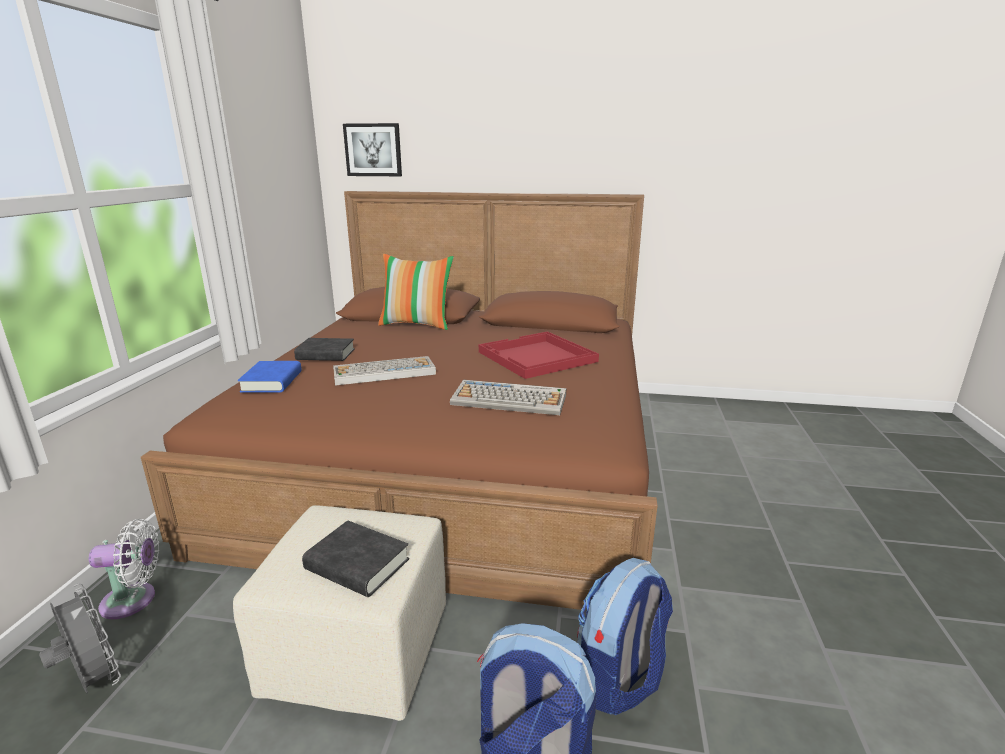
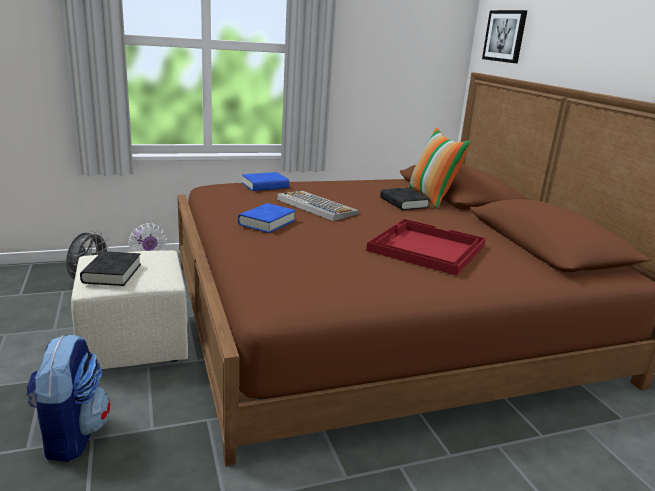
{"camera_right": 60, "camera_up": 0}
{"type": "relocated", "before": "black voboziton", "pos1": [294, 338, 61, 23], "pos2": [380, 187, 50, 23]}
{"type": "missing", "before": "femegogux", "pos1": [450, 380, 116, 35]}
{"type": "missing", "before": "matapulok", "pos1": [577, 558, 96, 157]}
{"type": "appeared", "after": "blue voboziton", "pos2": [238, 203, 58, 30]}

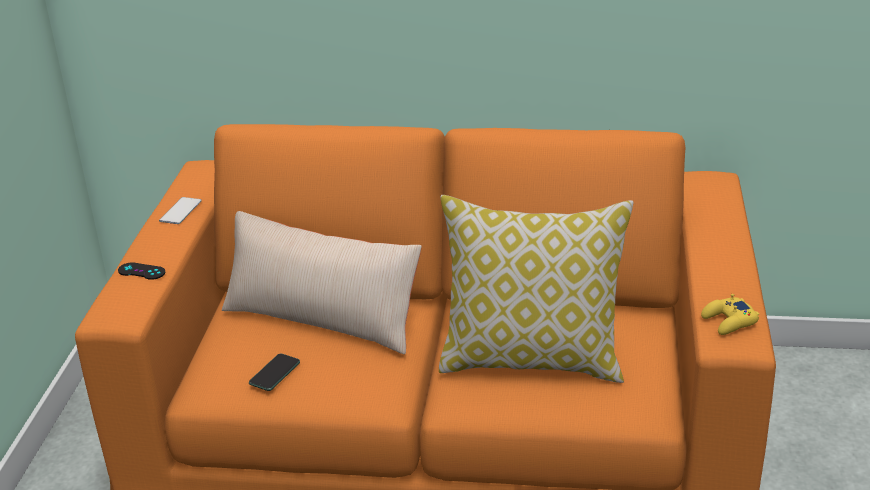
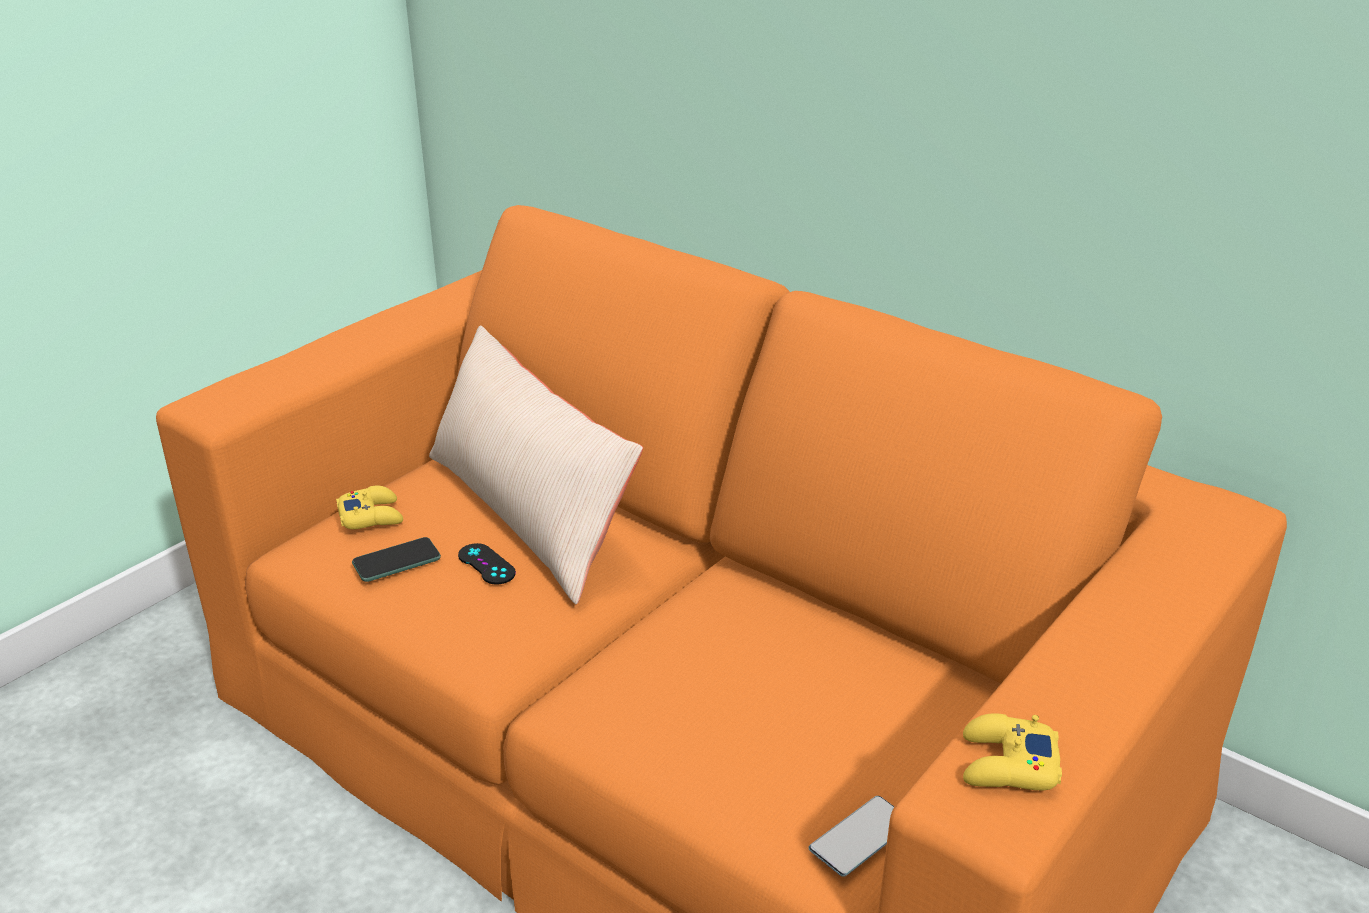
{"camera_right": 30, "camera_up": 0}
{"type": "relocated", "before": "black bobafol", "pos1": [118, 262, 47, 18], "pos2": [458, 543, 58, 41]}
{"type": "relocated", "before": "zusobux", "pos1": [159, 197, 43, 27], "pos2": [809, 796, 85, 81]}
{"type": "missing", "before": "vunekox", "pos1": [439, 195, 195, 188]}
{"type": "appeared", "after": "yellow bobafol", "pos2": [336, 486, 67, 43]}

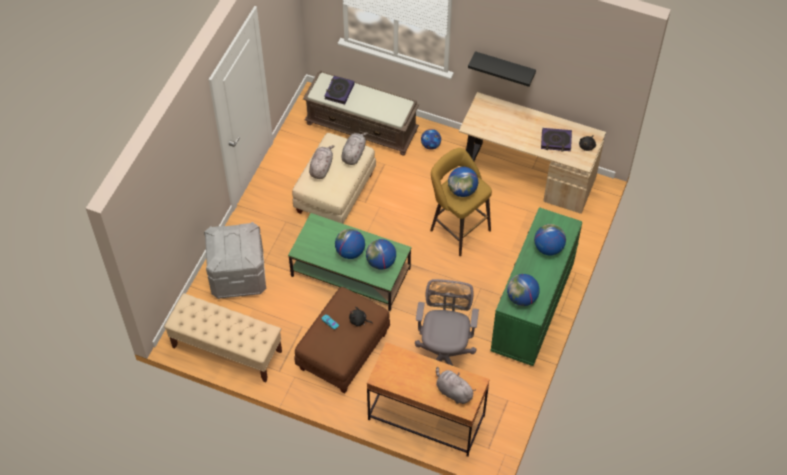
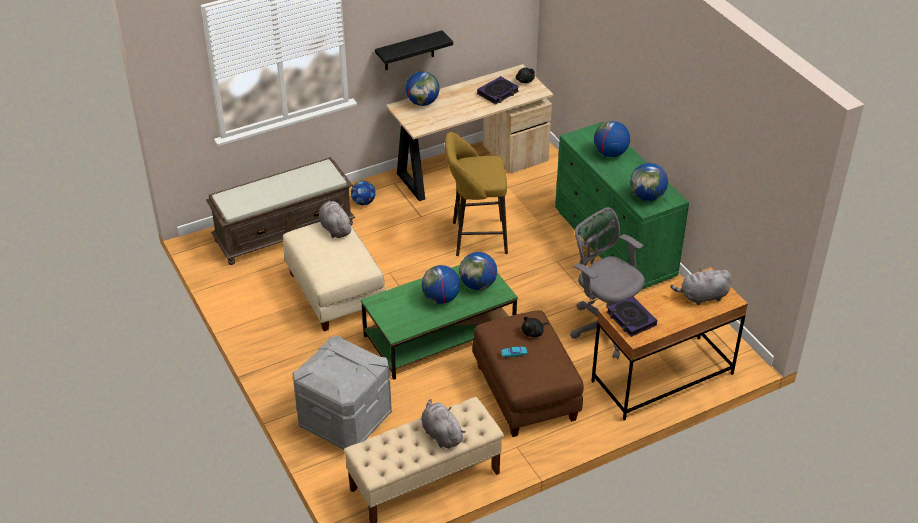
{"camera_right": -50, "camera_up": -15}
{"type": "relocated", "before": "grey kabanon", "pos1": [309, 145, 25, 34], "pos2": [421, 399, 45, 49]}
{"type": "relocated", "before": "voboziton", "pos1": [324, 76, 30, 29], "pos2": [607, 296, 50, 41]}
{"type": "relocated", "before": "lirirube", "pos1": [448, 167, 30, 30], "pos2": [406, 72, 34, 34]}

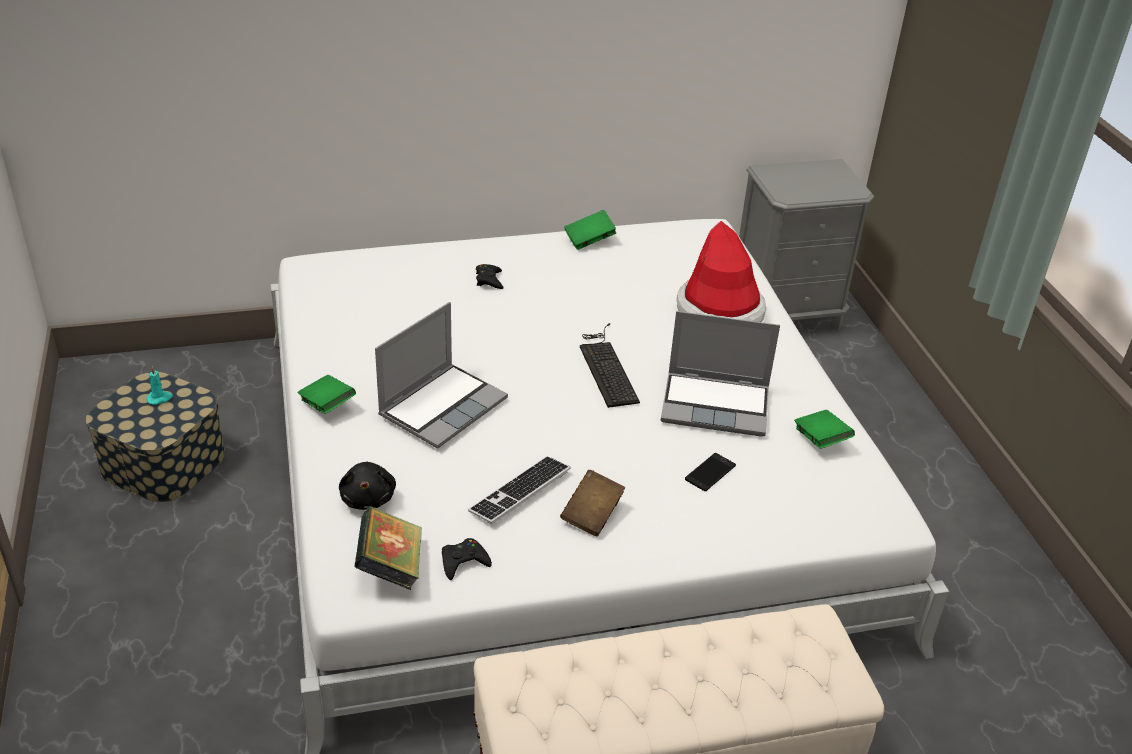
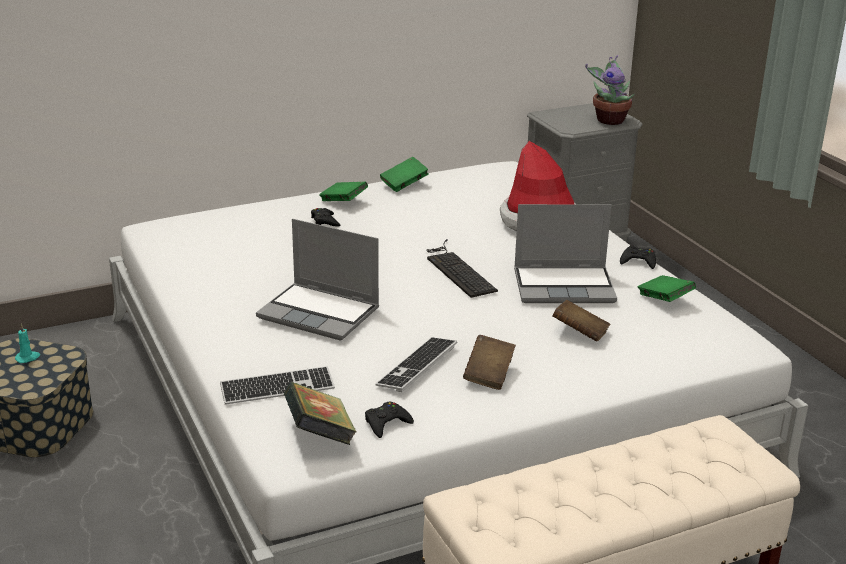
{"camera_right": -10, "camera_up": -10}
{"type": "relocated", "before": "green voboziton", "pos1": [298, 375, 58, 39], "pos2": [319, 182, 49, 19]}
{"type": "exchanged", "before": "black kabanon", "after": "femegogux", "pos1": [339, 462, 57, 48], "pos2": [220, 366, 115, 39]}
{"type": "spun", "before": "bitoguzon", "pos1": [375, 302, 133, 147], "pos2": [256, 219, 123, 122], "turn": 90}
{"type": "exchanged", "before": "zusobux", "after": "brown voboziton", "pos1": [685, 453, 51, 38], "pos2": [552, 300, 59, 42]}
{"type": "appeared", "after": "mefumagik", "pos2": [585, 55, 50, 70]}
{"type": "appeared", "after": "black bobafol", "pos2": [620, 245, 36, 24]}

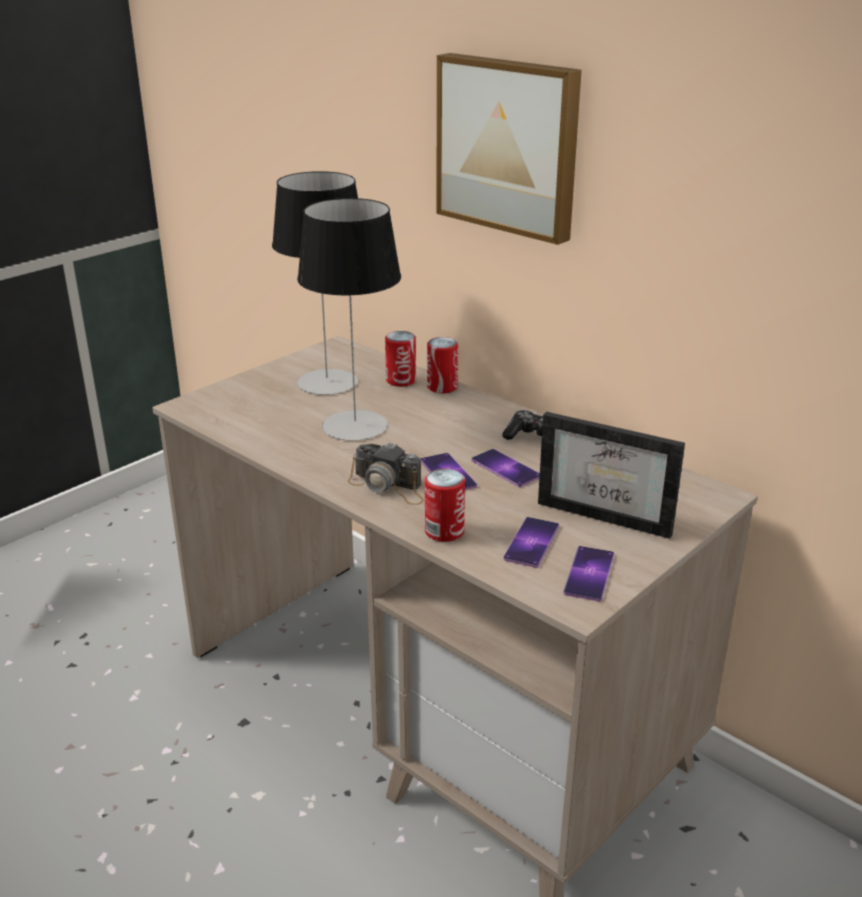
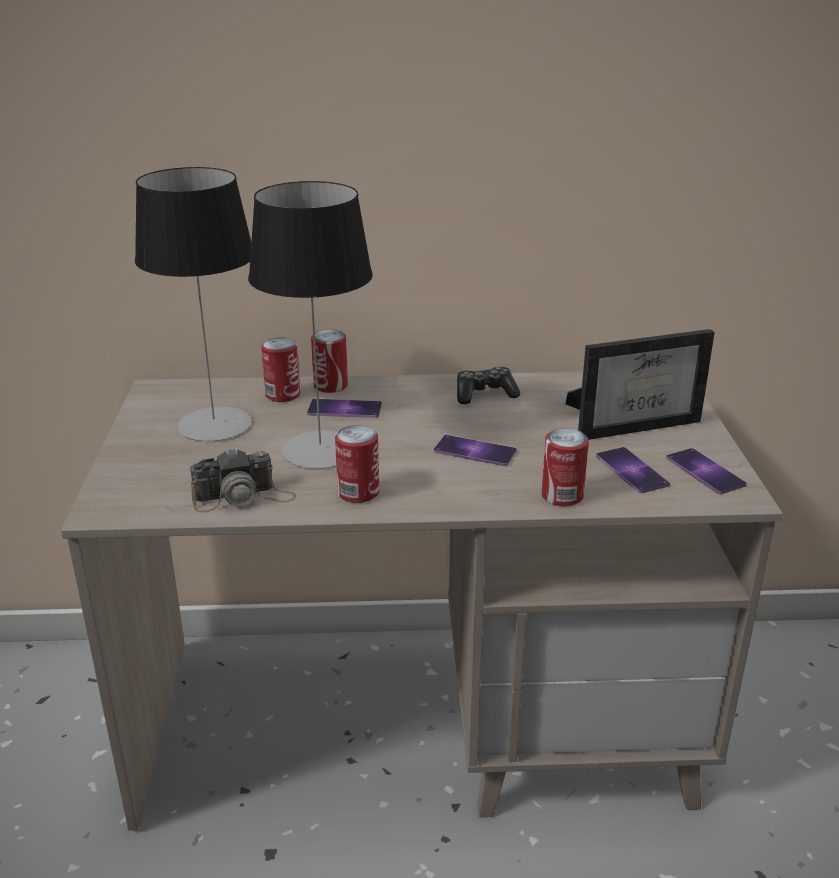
{"camera_right": -45, "camera_up": 0}
{"type": "relocated", "before": "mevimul", "pos1": [347, 442, 77, 63], "pos2": [190, 447, 106, 65]}
{"type": "missing", "before": "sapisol", "pos1": [436, 53, 146, 192]}
{"type": "relocated", "before": "zusobux", "pos1": [471, 449, 69, 38], "pos2": [307, 399, 75, 19]}
{"type": "appeared", "after": "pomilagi", "pos2": [335, 425, 44, 78]}

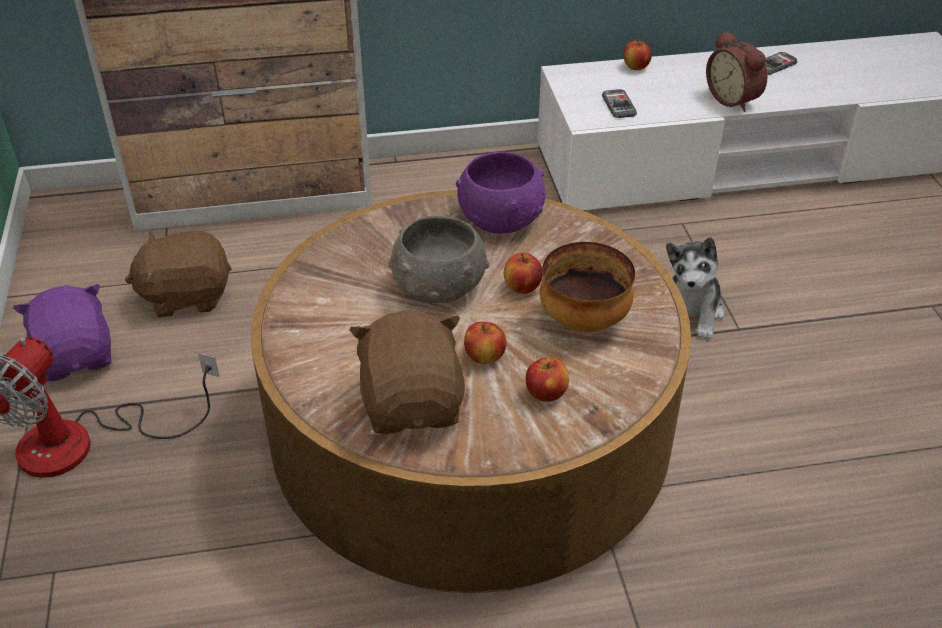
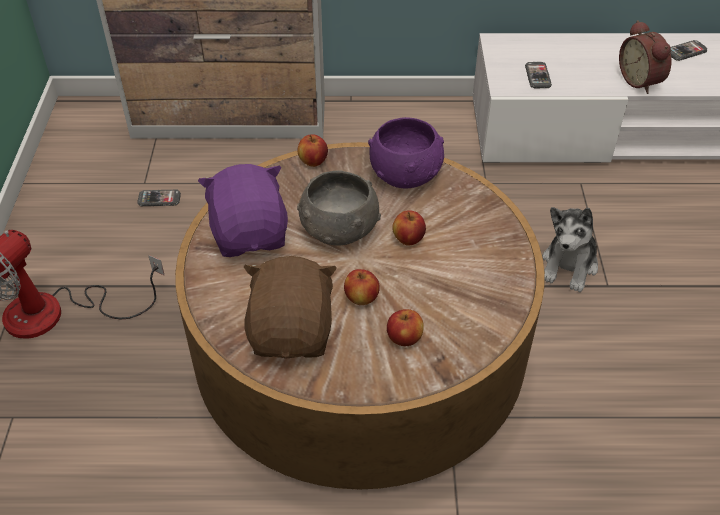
{"camera_right": 10, "camera_up": 5}
{"type": "relocated", "before": "purple kabanon", "pos1": [13, 284, 99, 97], "pos2": [198, 164, 90, 93]}
{"type": "exchanged", "before": "brown kabanon", "after": "zusobux", "pos1": [125, 231, 107, 87], "pos2": [137, 190, 44, 16]}
{"type": "missing", "before": "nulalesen", "pos1": [540, 242, 95, 90]}
{"type": "relocated", "before": "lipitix", "pos1": [624, 39, 28, 31], "pos2": [298, 134, 30, 33]}

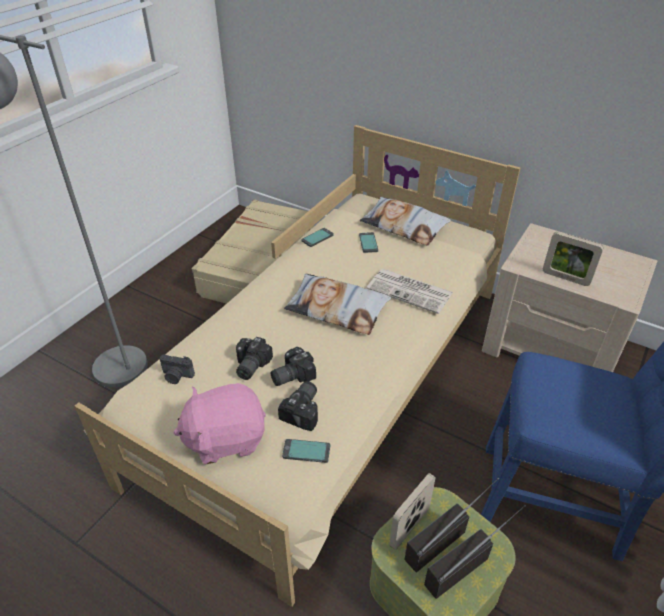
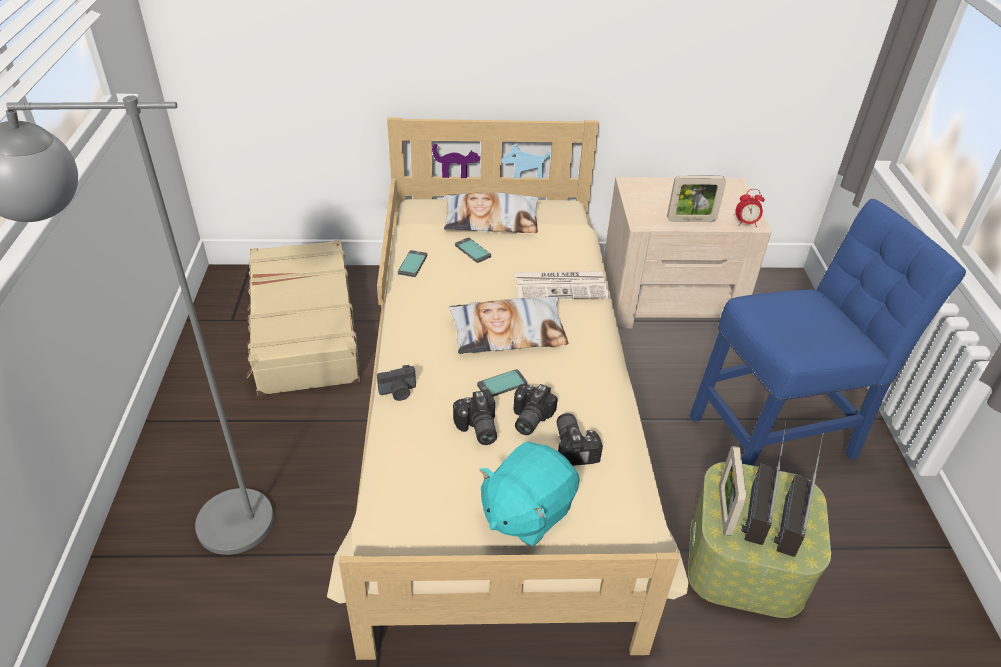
{"camera_right": -35, "camera_up": 0}
{"type": "relocated", "before": "mevimul", "pos1": [160, 354, 35, 30], "pos2": [377, 365, 39, 36]}
{"type": "colour", "before": "pink kabanon", "after": "turquoise kabanon", "pos1": [173, 383, 93, 82], "pos2": [479, 442, 101, 105]}
{"type": "relocated", "before": "zusobux", "pos1": [282, 439, 48, 24], "pos2": [477, 369, 50, 28]}
{"type": "appeared", "after": "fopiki", "pos2": [735, 189, 30, 38]}

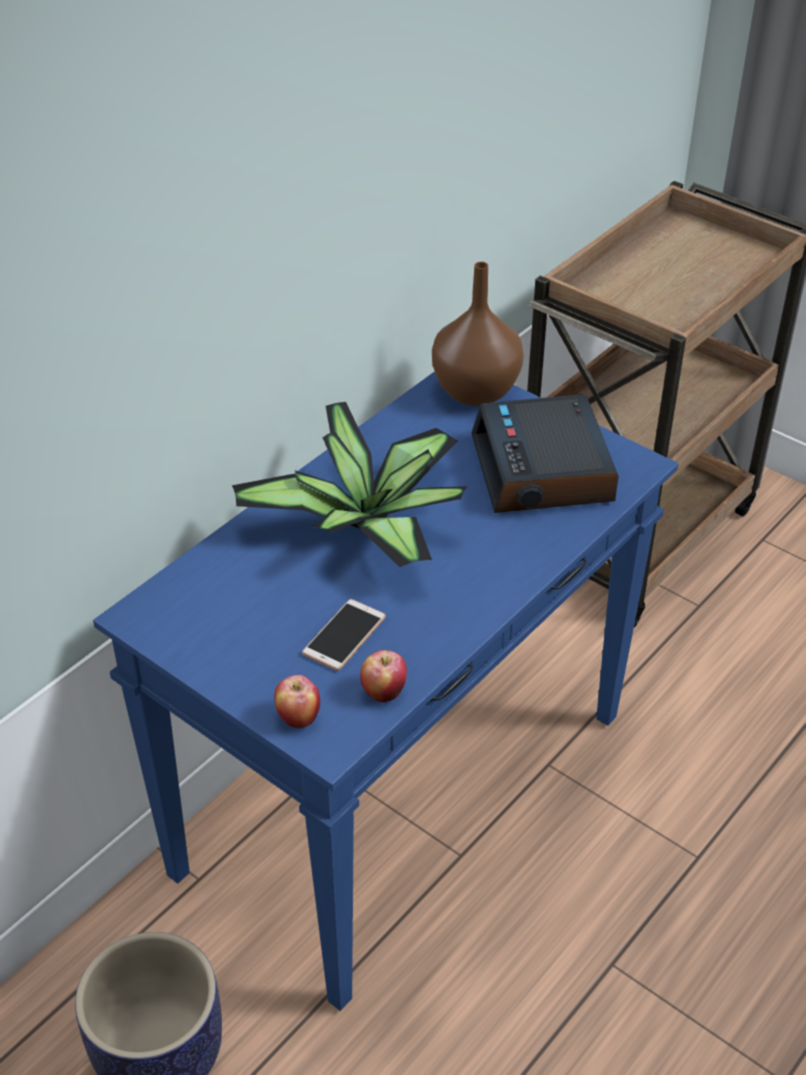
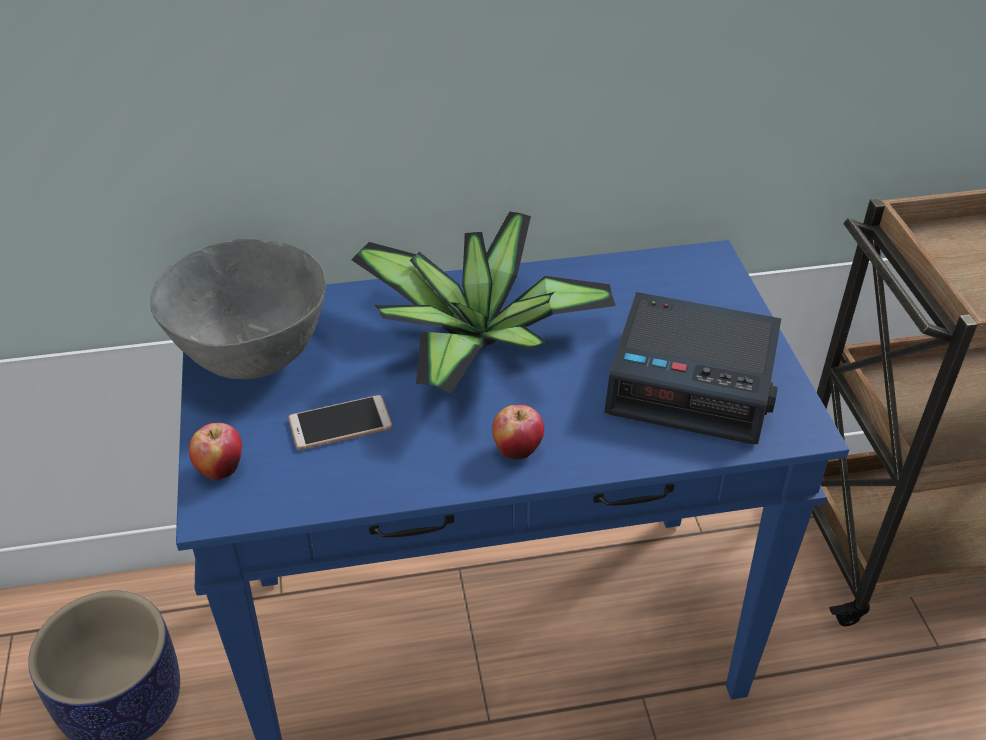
{"camera_right": 40, "camera_up": 0}
{"type": "relocated", "before": "lipitix", "pos1": [360, 650, 47, 52], "pos2": [492, 405, 52, 55]}
{"type": "missing", "before": "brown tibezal", "pos1": [432, 262, 92, 144]}
{"type": "spun", "before": "fopiki", "pos1": [471, 395, 147, 118], "pos2": [604, 292, 177, 152], "turn": -105}
{"type": "appeared", "after": "grey nulalesen", "pos2": [150, 239, 176, 140]}

